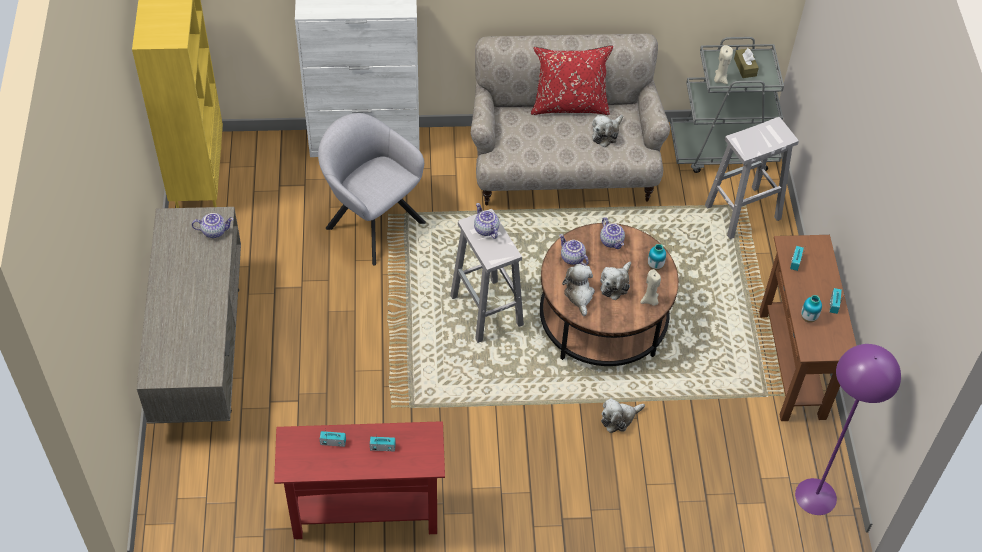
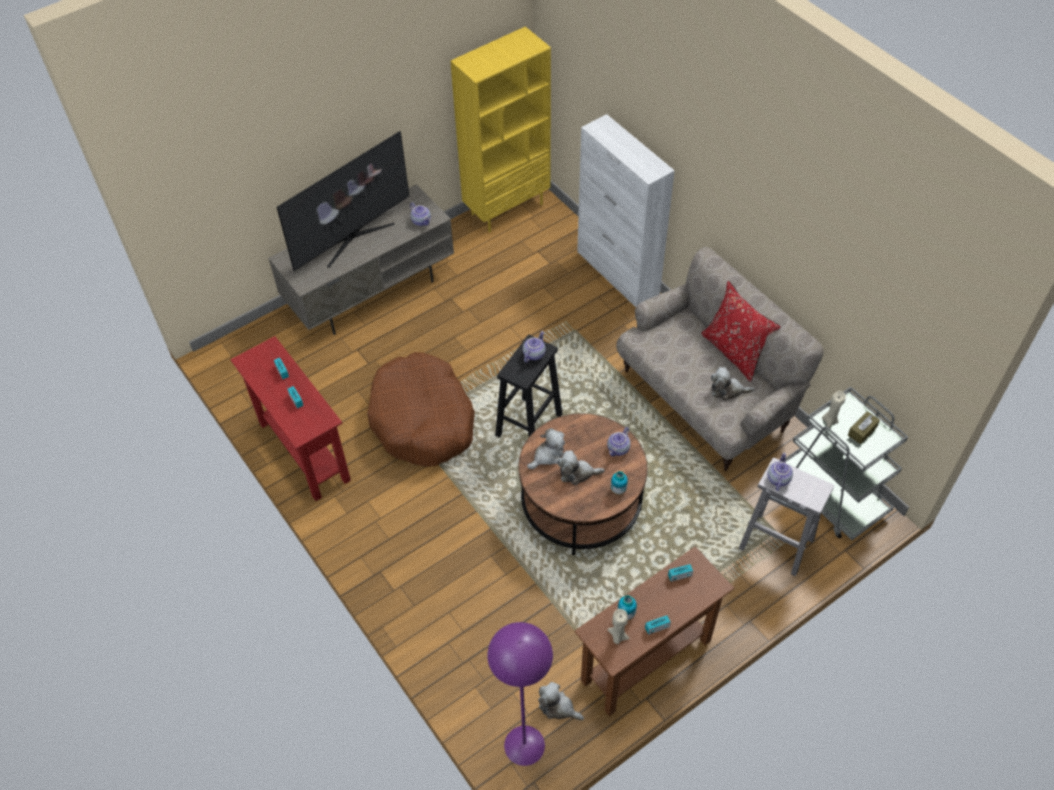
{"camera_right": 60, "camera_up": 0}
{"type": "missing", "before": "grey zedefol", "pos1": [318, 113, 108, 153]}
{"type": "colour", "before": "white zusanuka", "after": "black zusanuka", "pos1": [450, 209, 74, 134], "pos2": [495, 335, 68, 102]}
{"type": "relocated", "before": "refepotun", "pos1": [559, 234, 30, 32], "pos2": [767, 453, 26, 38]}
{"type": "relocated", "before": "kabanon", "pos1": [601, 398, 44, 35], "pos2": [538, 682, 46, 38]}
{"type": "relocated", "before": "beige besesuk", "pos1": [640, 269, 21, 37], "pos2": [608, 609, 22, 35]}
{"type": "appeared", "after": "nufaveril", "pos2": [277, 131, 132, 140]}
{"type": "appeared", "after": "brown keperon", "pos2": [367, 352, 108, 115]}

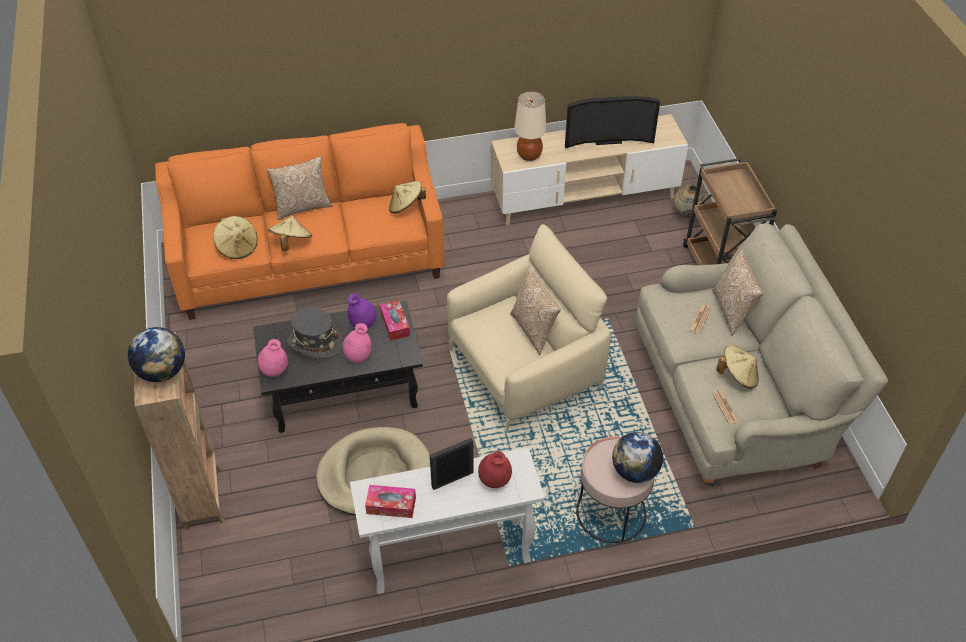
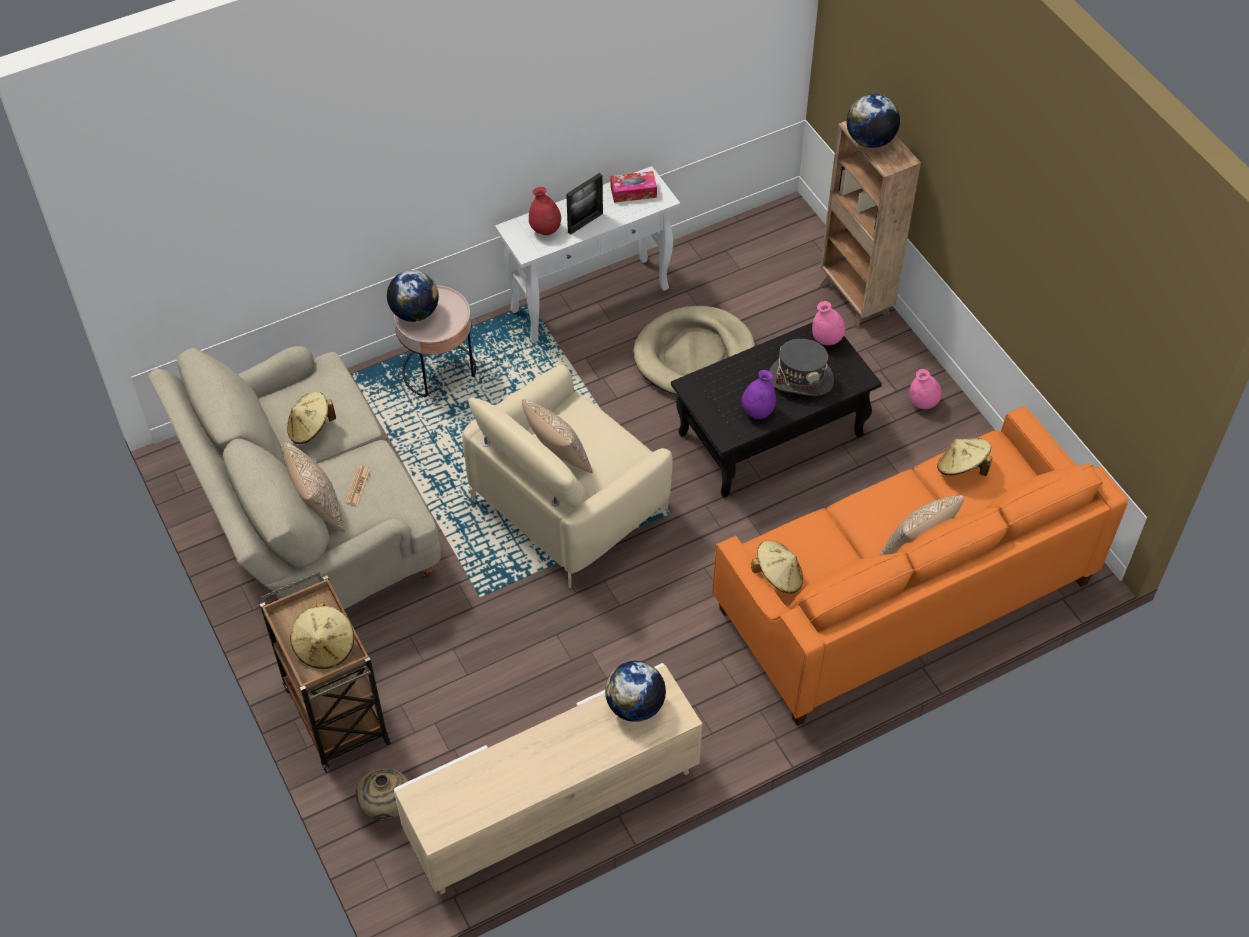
{"camera_right": 165, "camera_up": 5}
{"type": "relocated", "before": "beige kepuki", "pos1": [268, 216, 44, 35], "pos2": [290, 602, 64, 67]}
{"type": "relocated", "before": "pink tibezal", "pos1": [342, 323, 30, 40], "pos2": [909, 369, 33, 40]}
{"type": "missing", "before": "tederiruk", "pos1": [380, 300, 30, 41]}
{"type": "exchanged", "before": "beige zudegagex", "after": "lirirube", "pos1": [514, 91, 32, 70], "pos2": [605, 661, 61, 61]}
{"type": "missing", "before": "nufaveril", "pos1": [565, 96, 95, 53]}
{"type": "missing", "before": "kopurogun", "pos1": [712, 390, 27, 34]}

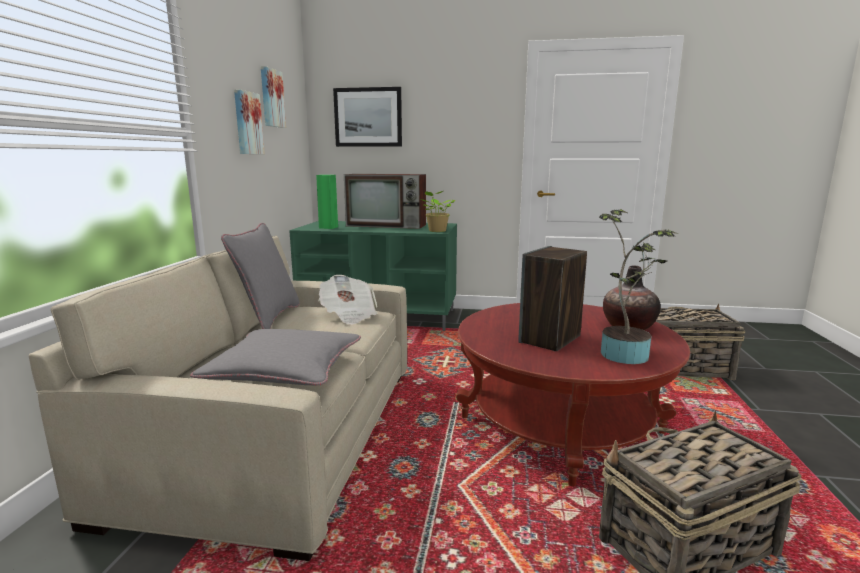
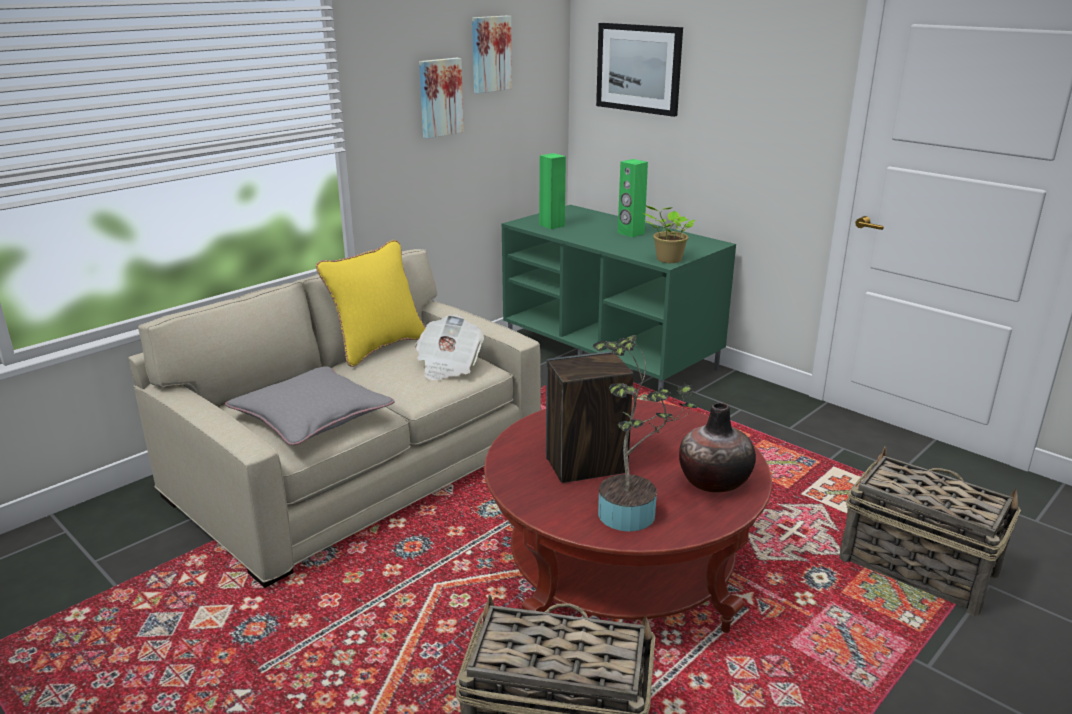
{"camera_right": 35, "camera_up": 10}
{"type": "colour", "before": "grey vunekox", "after": "yellow vunekox", "pos1": [221, 223, 79, 106], "pos2": [316, 240, 109, 127]}
{"type": "exchanged", "before": "nufaveril", "after": "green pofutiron", "pos1": [344, 174, 82, 55], "pos2": [618, 159, 30, 78]}

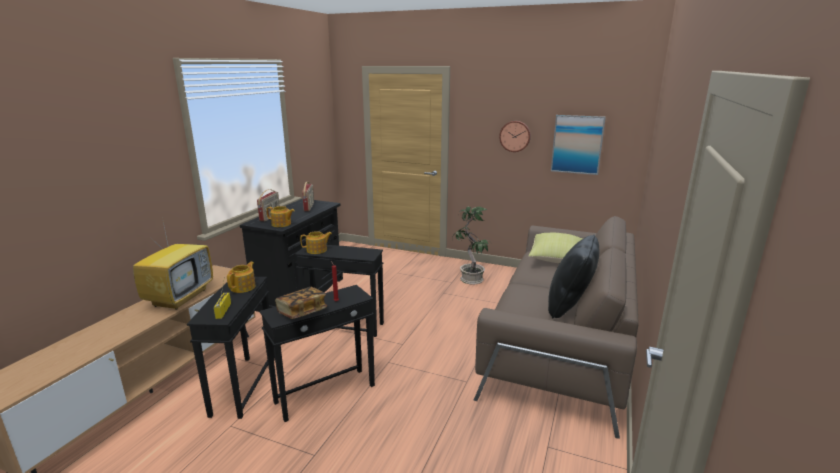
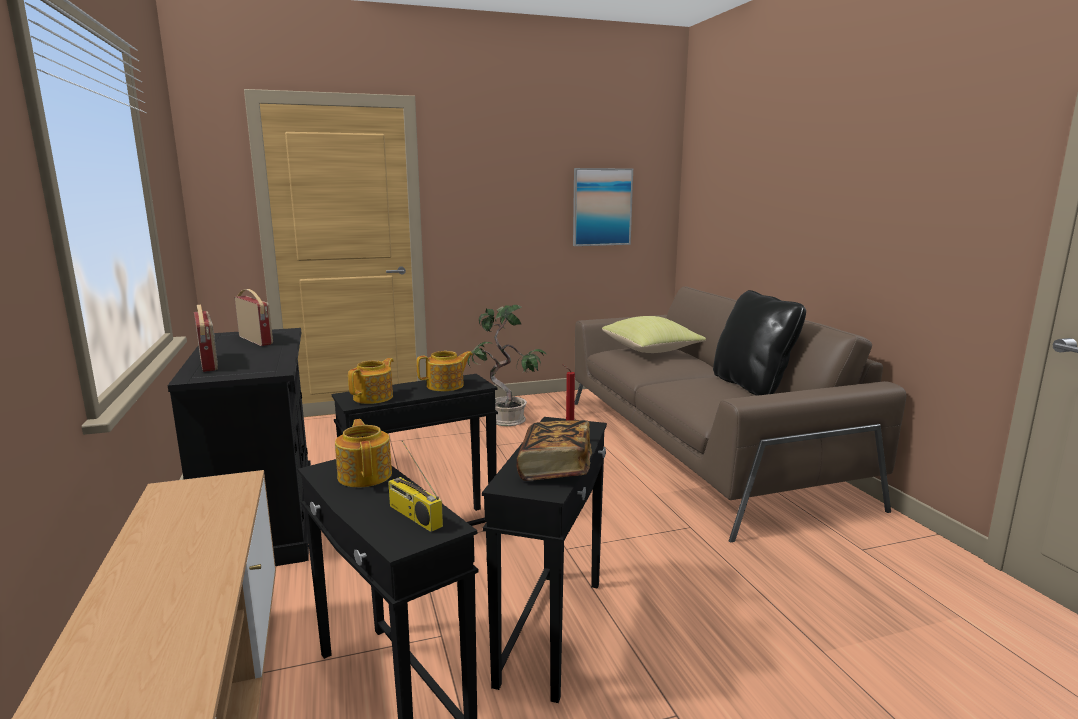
{"camera_right": -40, "camera_up": -5}
{"type": "missing", "before": "nufaveril", "pos1": [133, 222, 80, 88]}
{"type": "relocated", "before": "refepotun", "pos1": [266, 206, 29, 21], "pos2": [416, 351, 57, 40]}
{"type": "missing", "before": "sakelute", "pos1": [499, 121, 32, 31]}

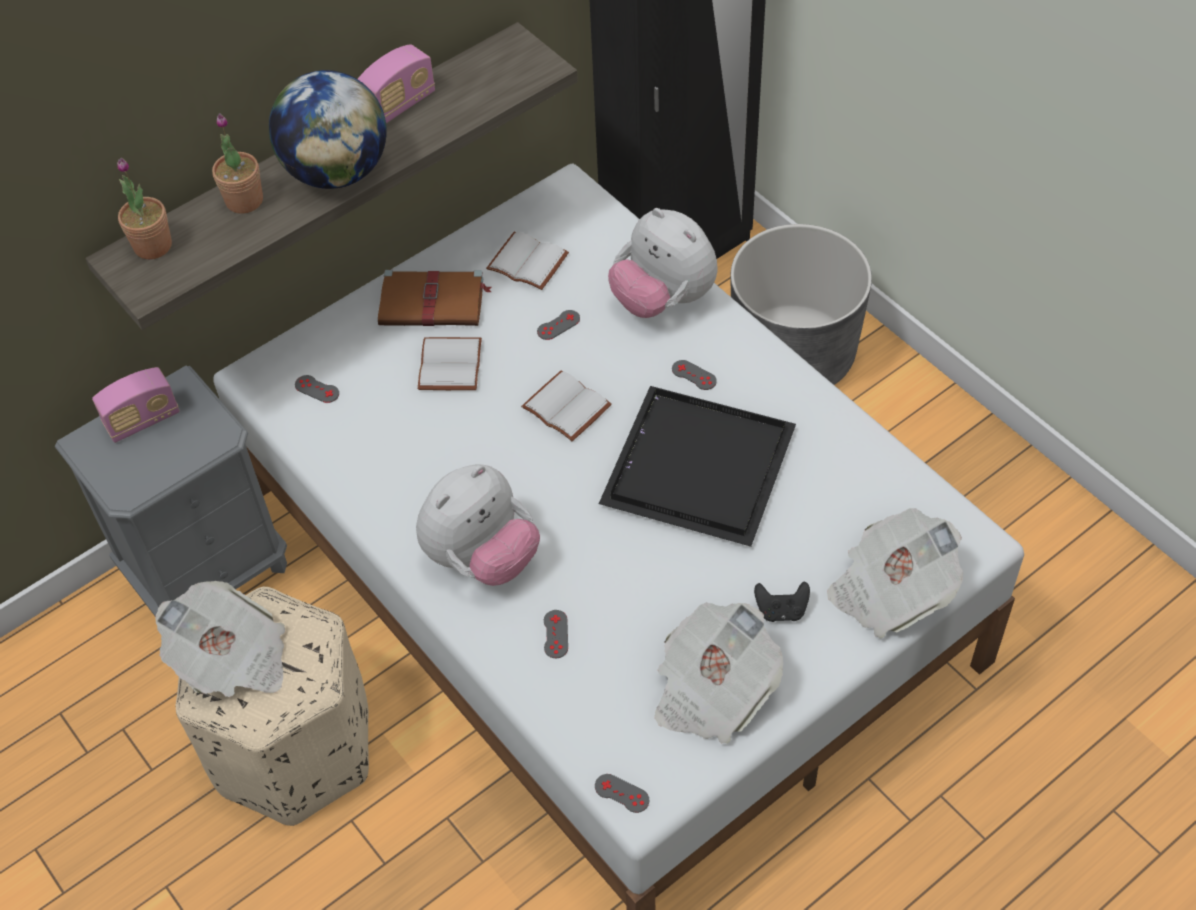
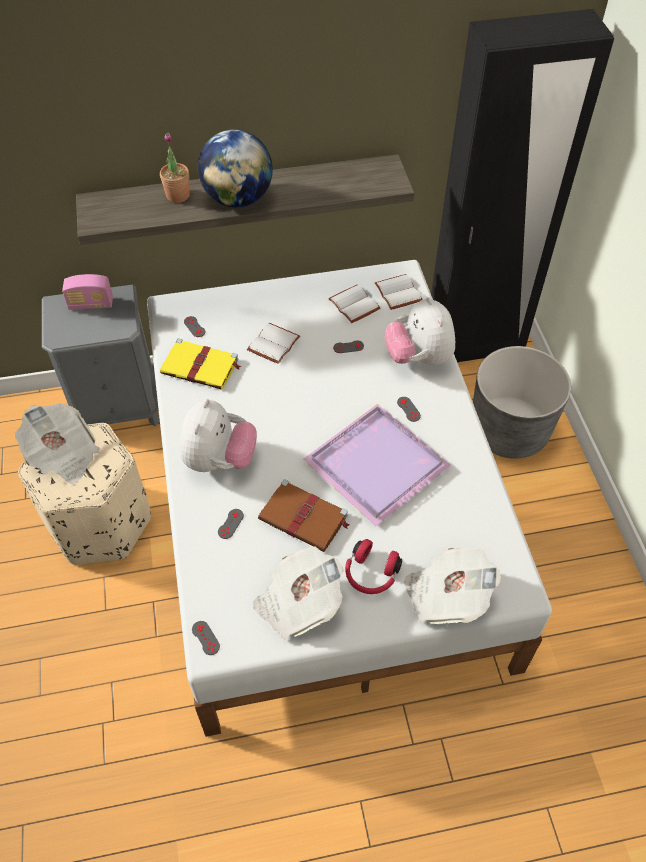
{"camera_right": 25, "camera_up": 0}
{"type": "missing", "before": "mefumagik", "pos1": [117, 158, 55, 101]}
{"type": "missing", "before": "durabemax", "pos1": [358, 44, 77, 79]}
{"type": "relocated", "before": "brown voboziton", "pos1": [378, 270, 114, 56], "pos2": [258, 480, 91, 72]}
{"type": "spun", "before": "kabanon", "pos1": [416, 464, 124, 122], "pos2": [180, 399, 77, 73], "turn": -60}
{"type": "relocated", "before": "white voboziton", "pos1": [521, 371, 91, 70], "pos2": [375, 274, 48, 36]}
{"type": "colour", "before": "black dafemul", "after": "purple dafemul", "pos1": [599, 386, 197, 161], "pos2": [303, 404, 147, 122]}
{"type": "exchanged", "before": "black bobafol", "after": "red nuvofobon", "pos1": [754, 582, 56, 40], "pos2": [345, 539, 57, 55]}
{"type": "appeared", "after": "yellow voboziton", "pos2": [160, 338, 81, 52]}

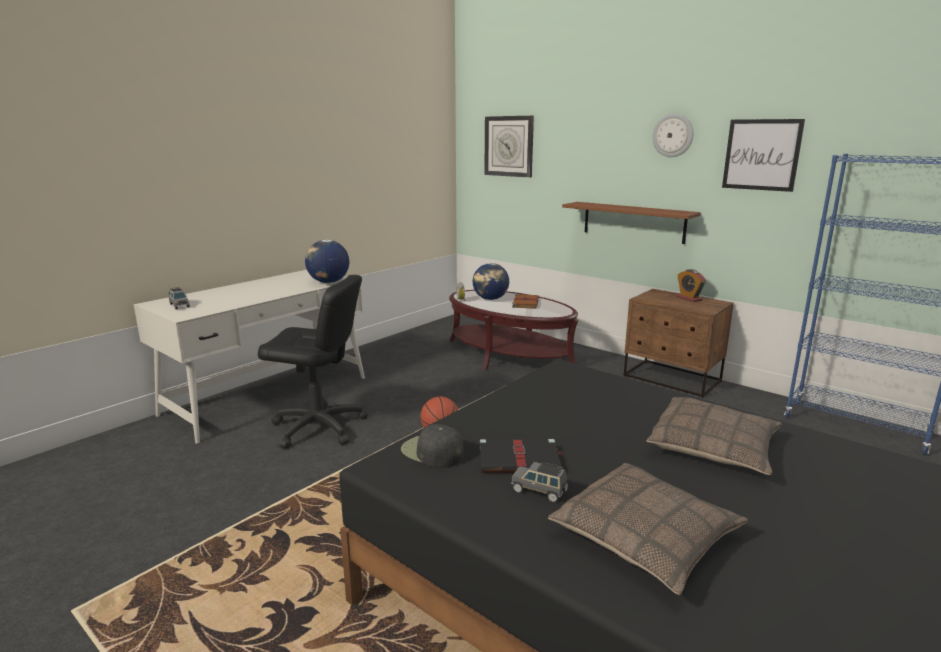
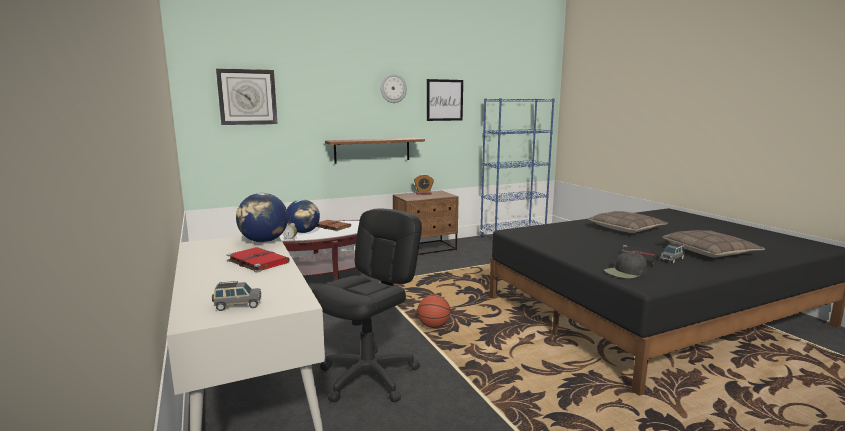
{"camera_right": -65, "camera_up": -5}
{"type": "appeared", "after": "red voboziton", "pos2": [227, 247, 63, 26]}

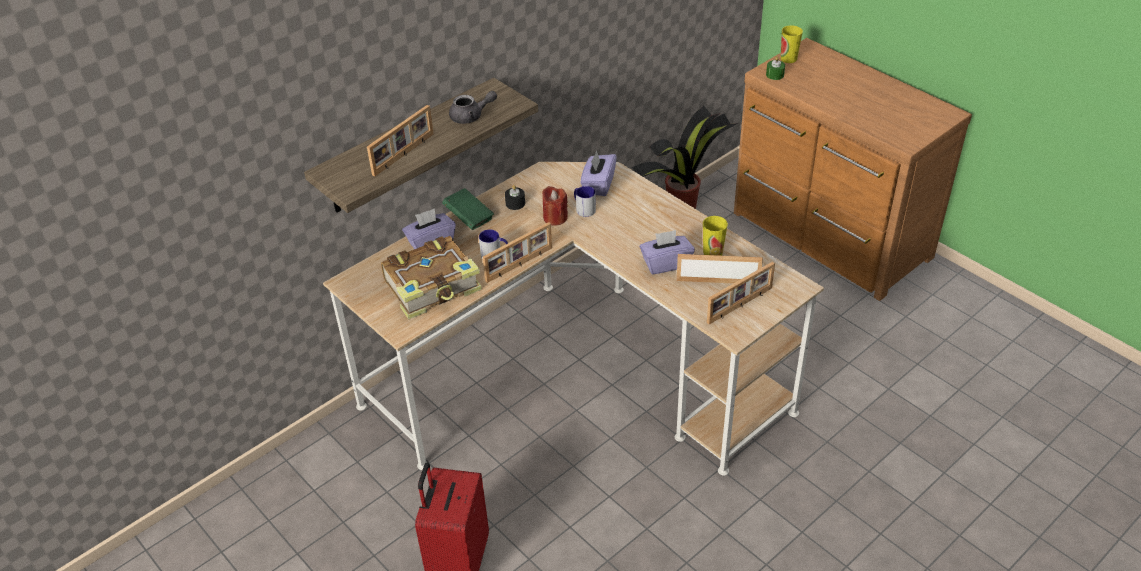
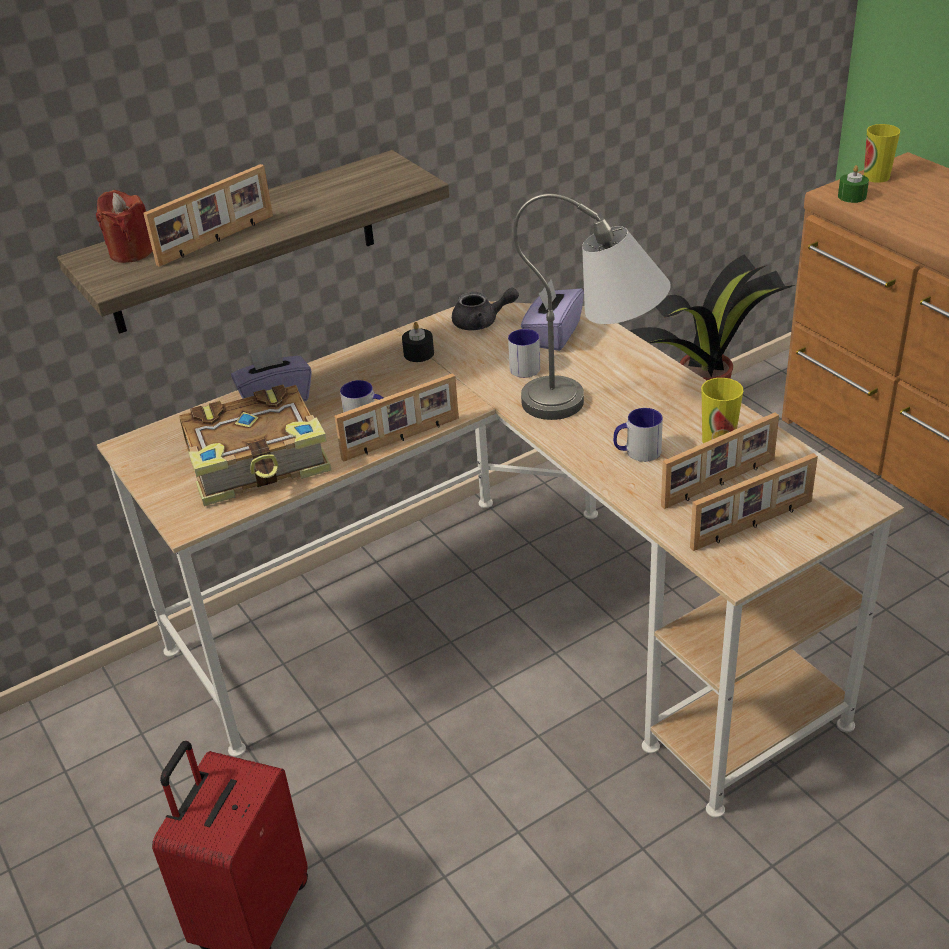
{"camera_right": 10, "camera_up": -5}
{"type": "missing", "before": "green voboziton", "pos1": [442, 188, 52, 42]}
{"type": "relocated", "before": "grey refepotun", "pos1": [449, 91, 48, 33], "pos2": [452, 288, 67, 42]}
{"type": "relocated", "before": "red besesuk", "pos1": [542, 186, 26, 40], "pos2": [96, 190, 57, 73]}
{"type": "exchanged", "before": "purple tederiruk", "after": "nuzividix", "pos1": [640, 230, 55, 44], "pos2": [613, 408, 50, 54]}
{"type": "spun", "before": "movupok", "pos1": [677, 254, 86, 30], "pos2": [661, 413, 118, 96], "turn": 135}
{"type": "appeared", "after": "grey zudegagex", "pos2": [513, 193, 158, 227]}

